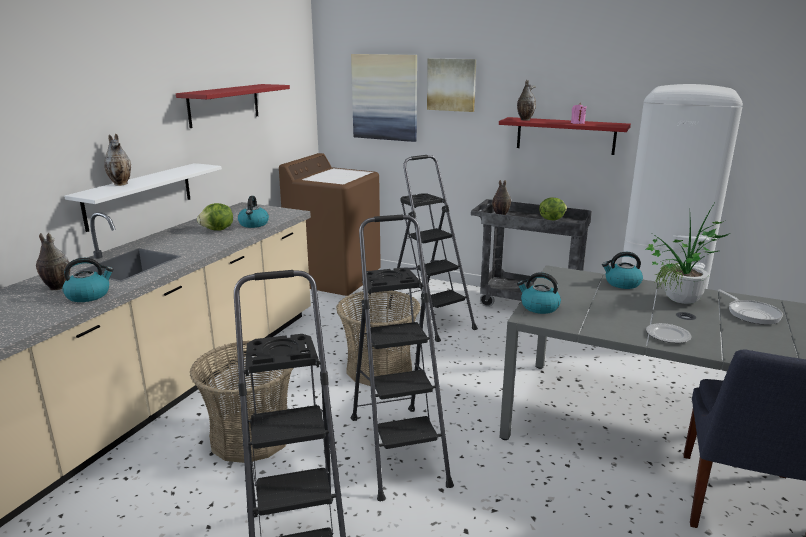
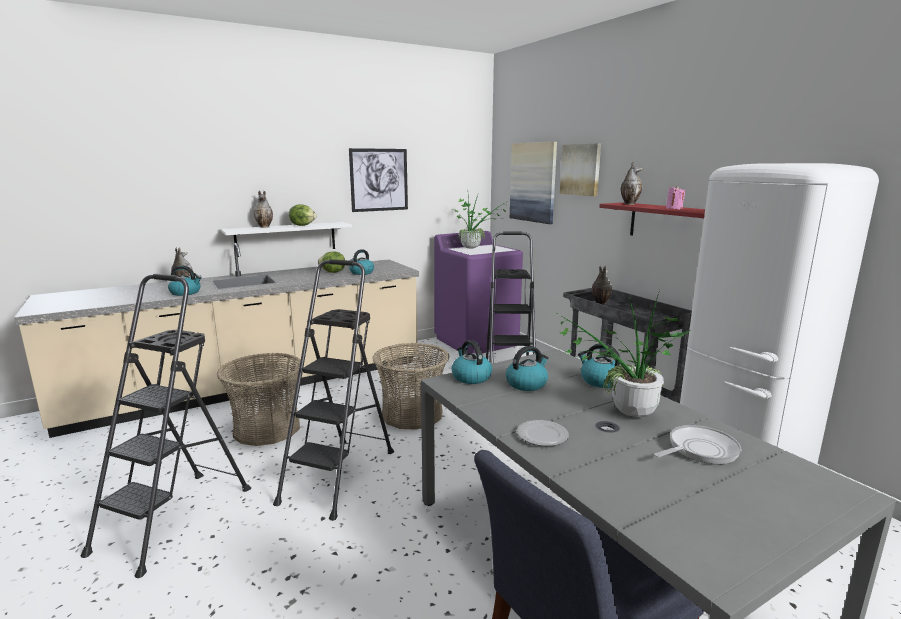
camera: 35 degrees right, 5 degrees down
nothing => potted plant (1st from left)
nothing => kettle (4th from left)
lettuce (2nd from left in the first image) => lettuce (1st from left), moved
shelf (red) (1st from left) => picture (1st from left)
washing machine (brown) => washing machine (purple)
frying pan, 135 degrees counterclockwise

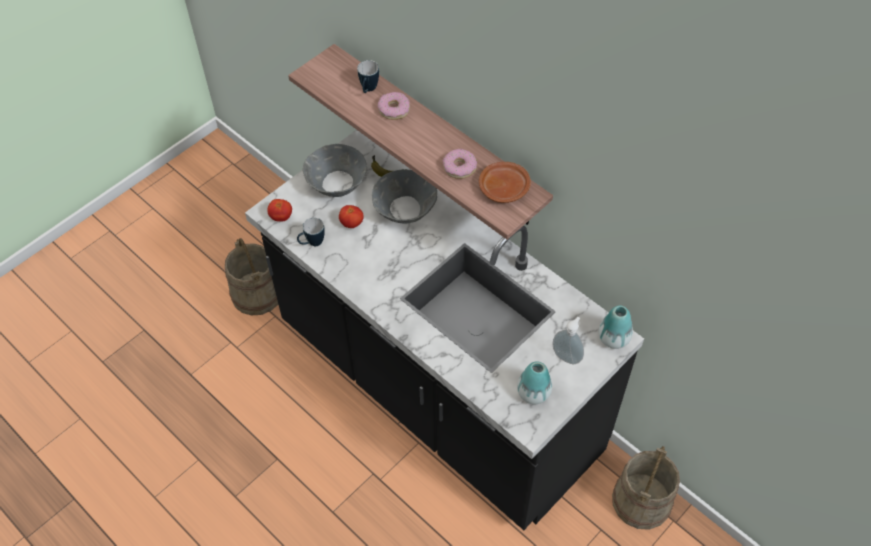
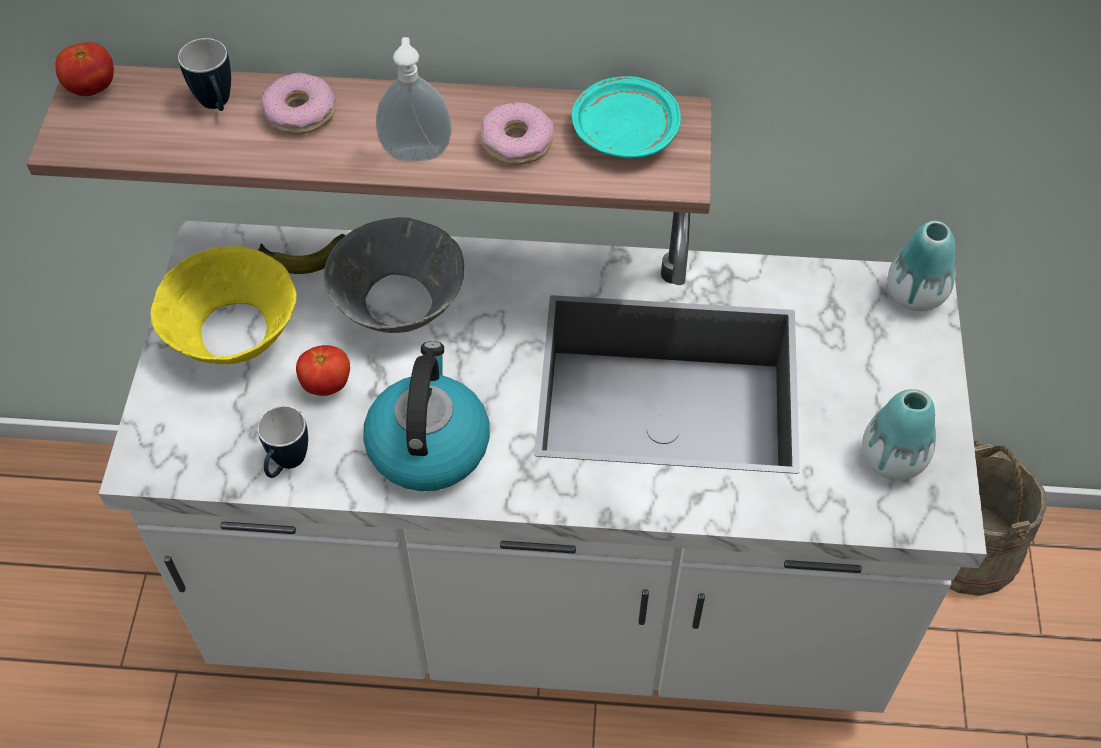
camera: 40 degrees left, 0 degrees up
bucket (beige) (1st from left) => nothing
nothing => kettle
tomato (1st from left), moved
soap dispenser, moved
counter (black) => counter (white)
bowl (grey) (1st from left) => bowl (yellow)
plate (brown) => plate (turquoise)

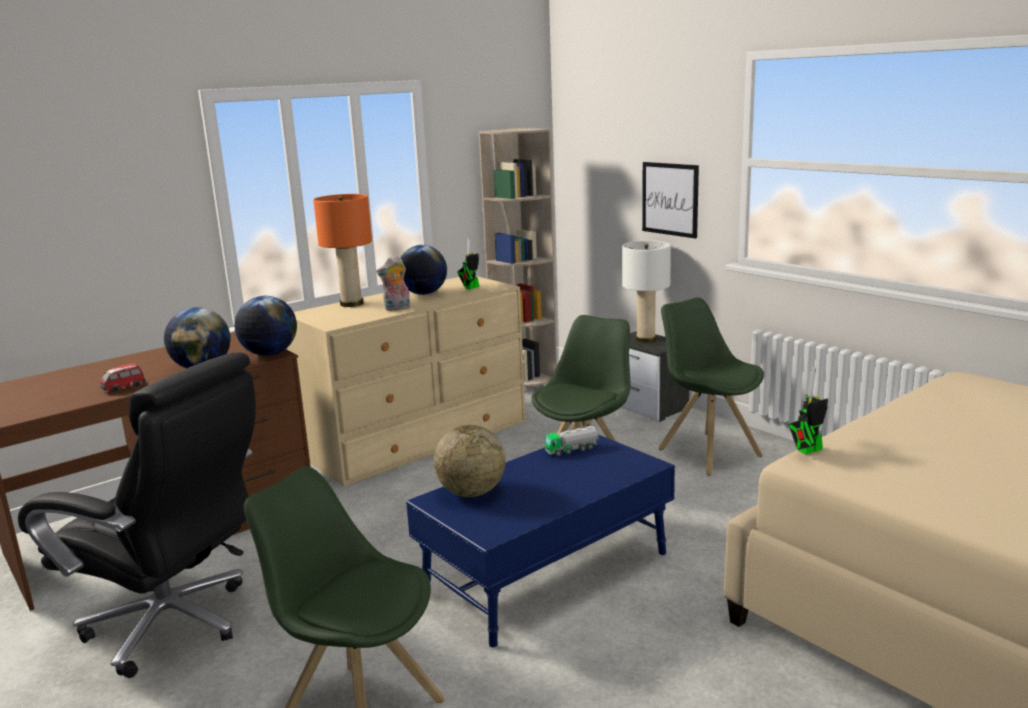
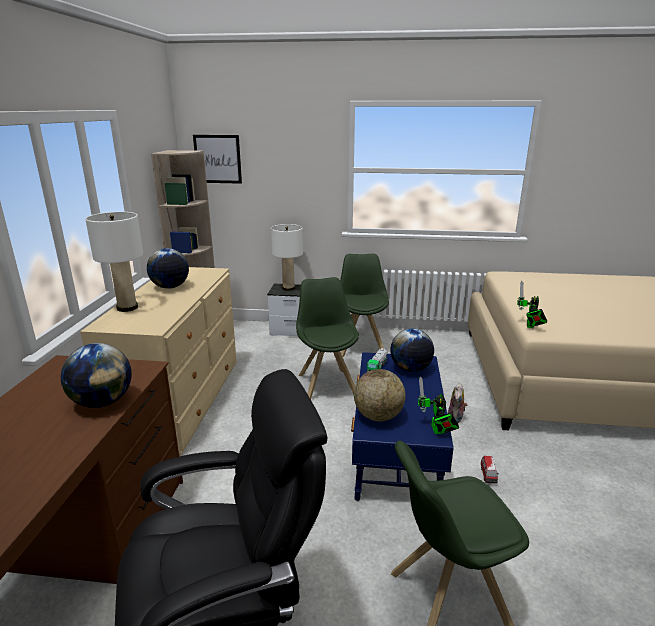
camera: 45 degrees left, 5 degrees up
toy car, moved
globe (2nd from left in the first image) => globe (4th from left), moved
plush toy, moved
toy robot (1st from left), moved
picture, moved
table lamp (orange) => table lamp (white) (1st from left)
chair (green) (3rd from left in the first image) => chair (green) (2nd from left), 75 degrees clockwise

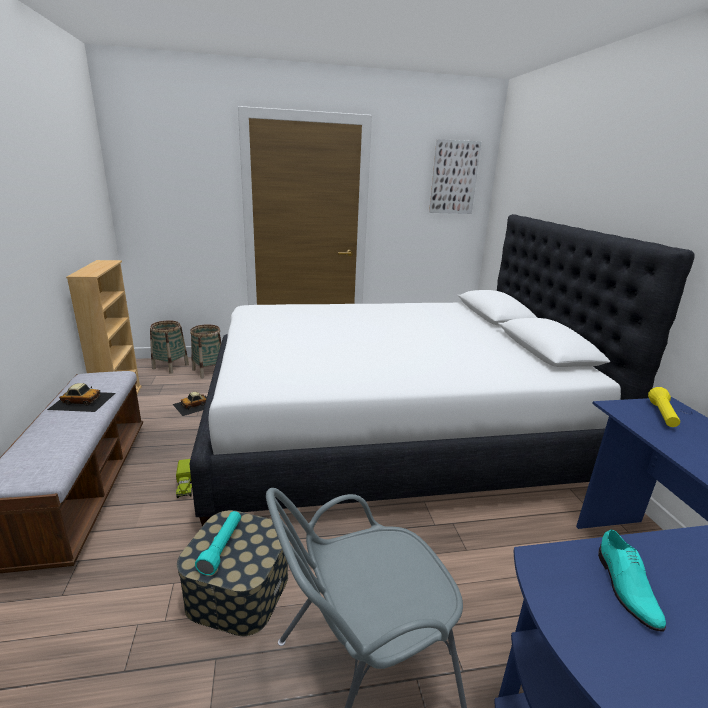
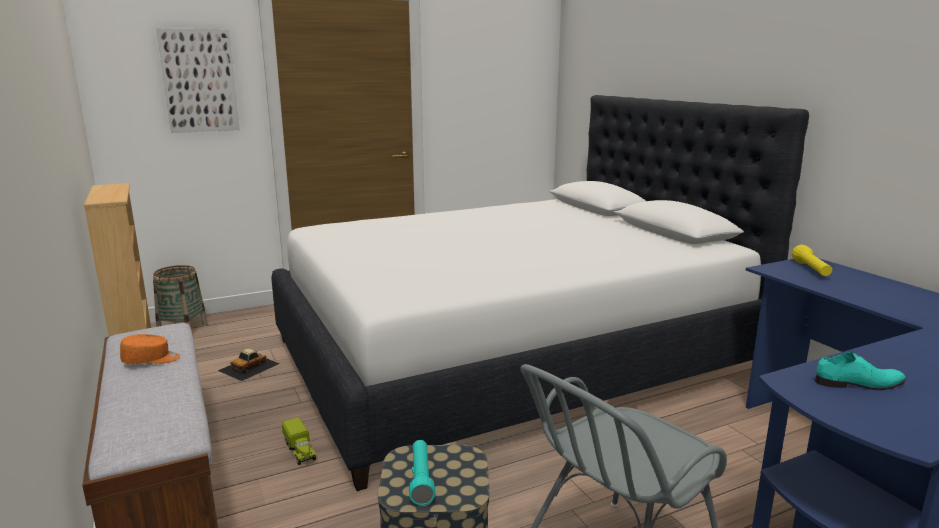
camera: 15 degrees left, 5 degrees down
basket (2nd from left) => nothing
picture, moved
toy car (1st from left) => cap (orange)
shoe (turquoise), 75 degrees counterclockwise

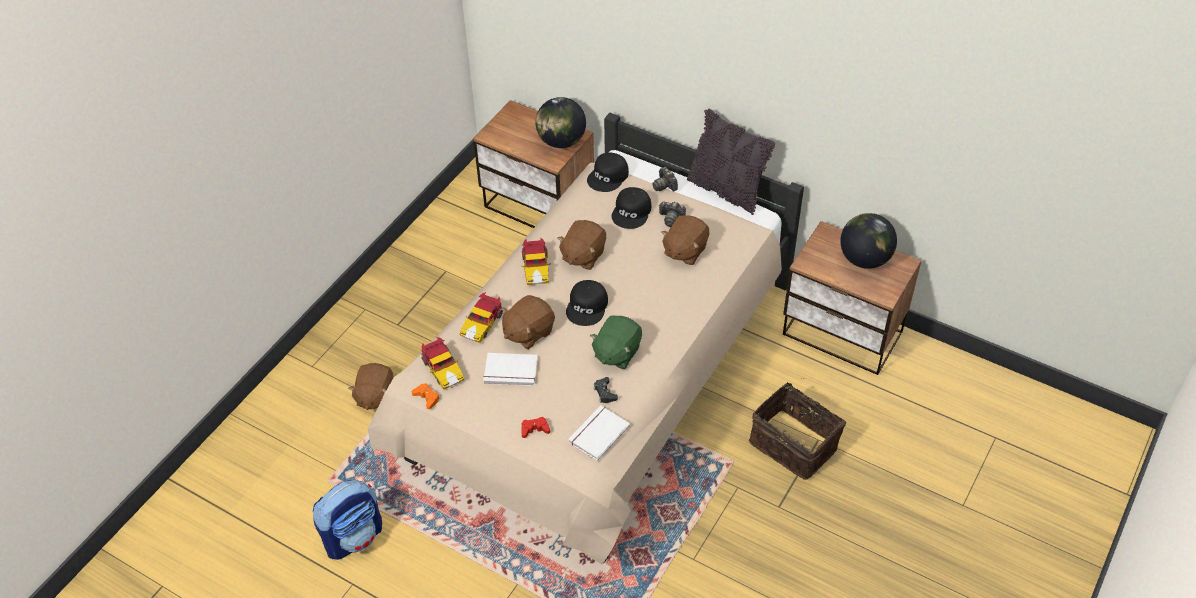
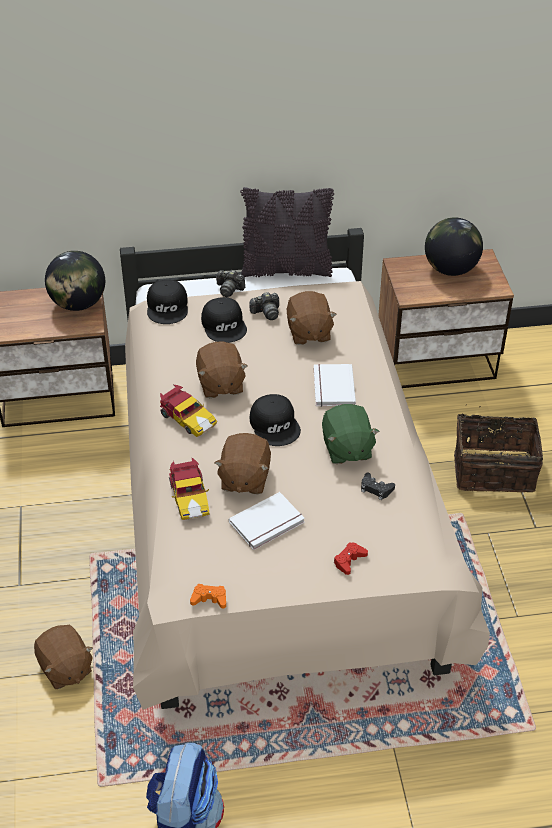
camera: 40 degrees left, 5 degrees down
toy car (1st from left) => nothing
book (white) (2nd from left), moved

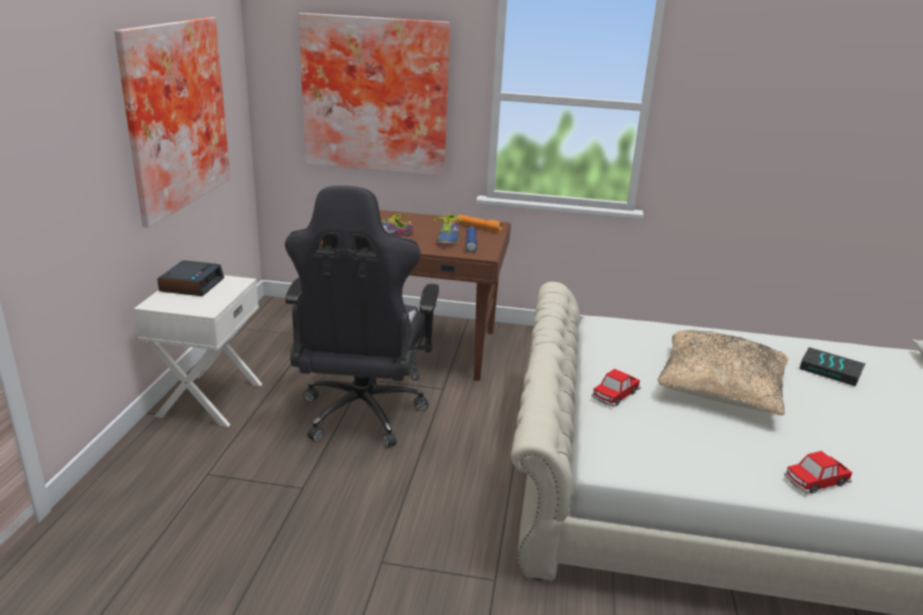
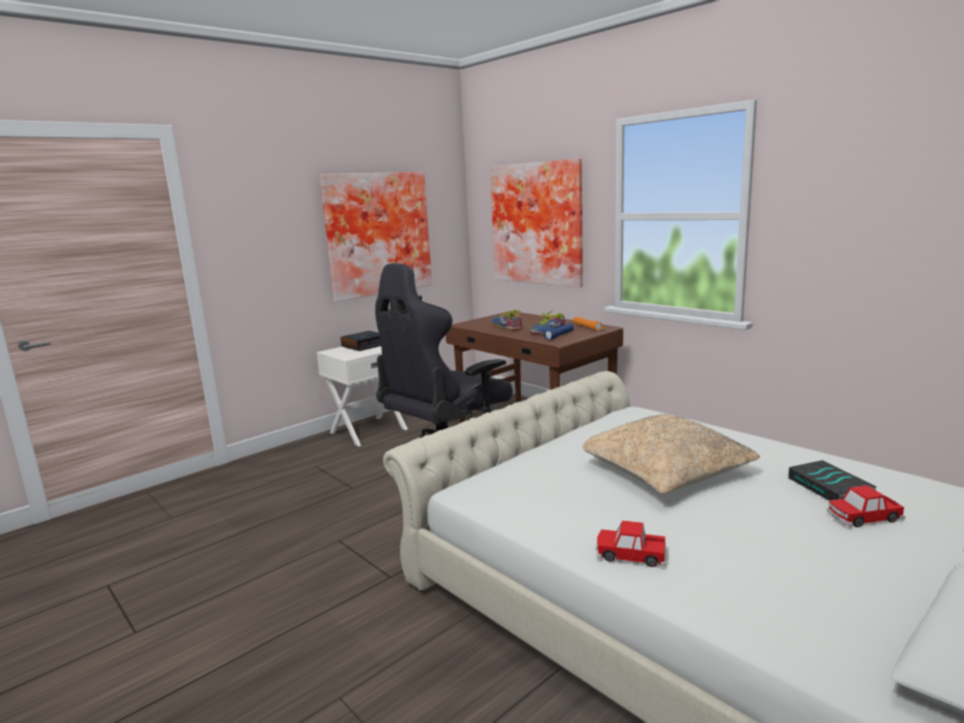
camera: 40 degrees right, 10 degrees down
toy car (1st from left in the first image) => toy car (2nd from left), moved

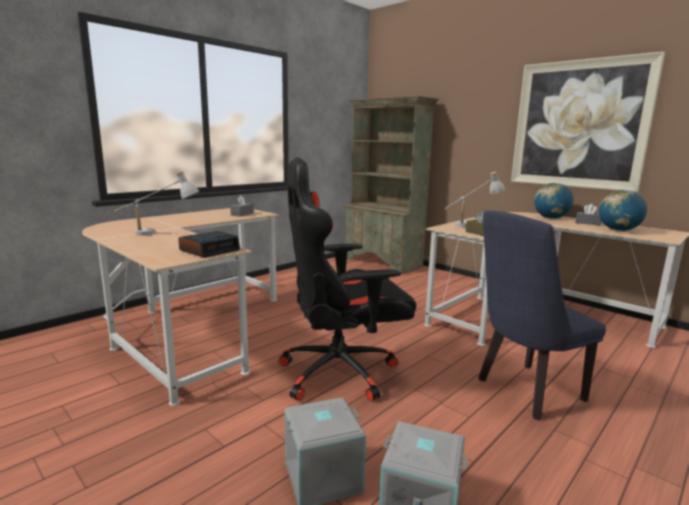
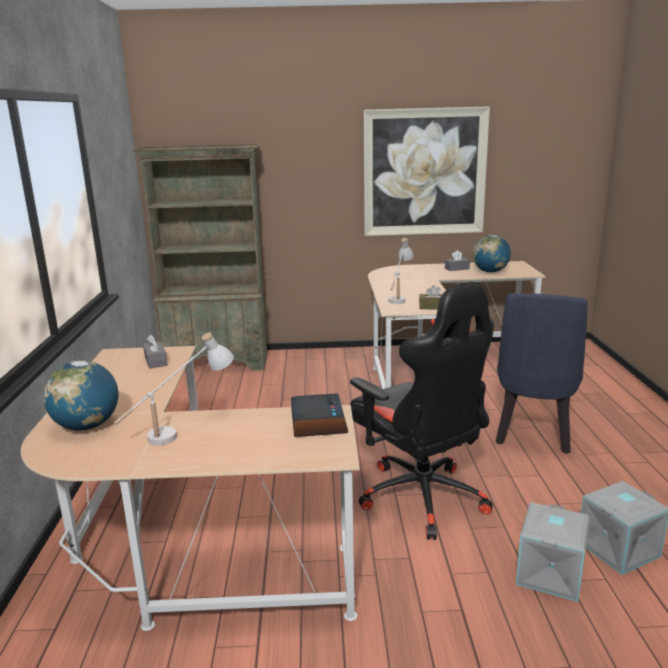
camera: 45 degrees left, 5 degrees up
globe (1st from left), moved
office chair (black), 60 degrees counterclockwise

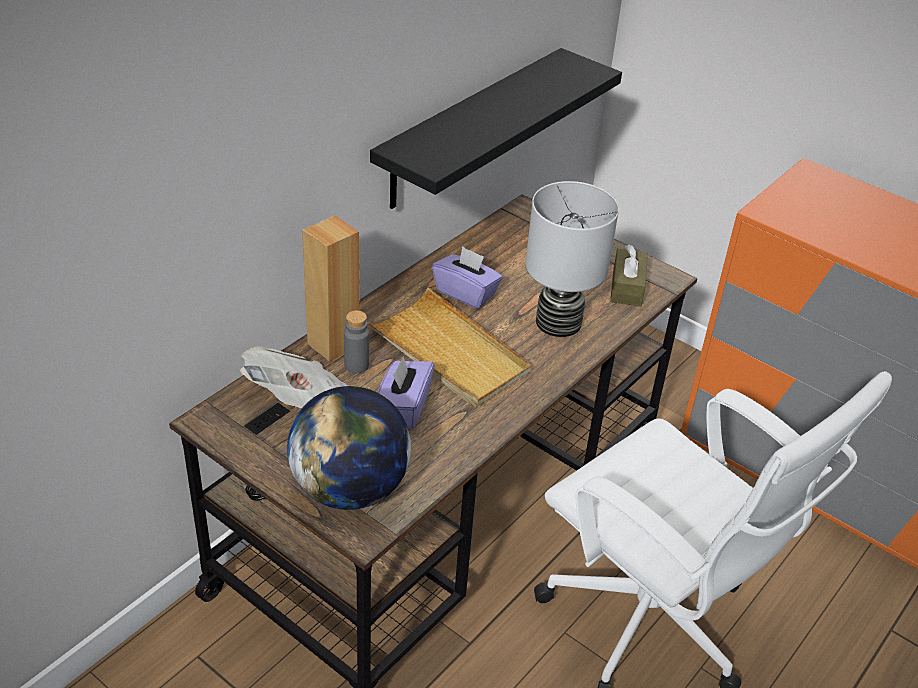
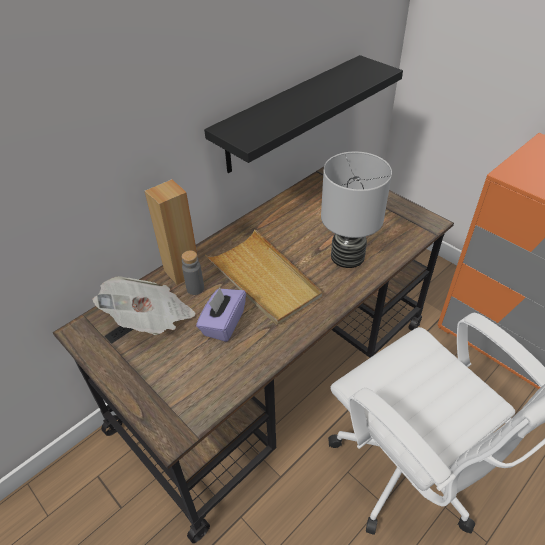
camera: 10 degrees right, 5 degrees up
globe => nothing
tissue box (purple) (2nd from left) => nothing
tissue box (brown) => nothing

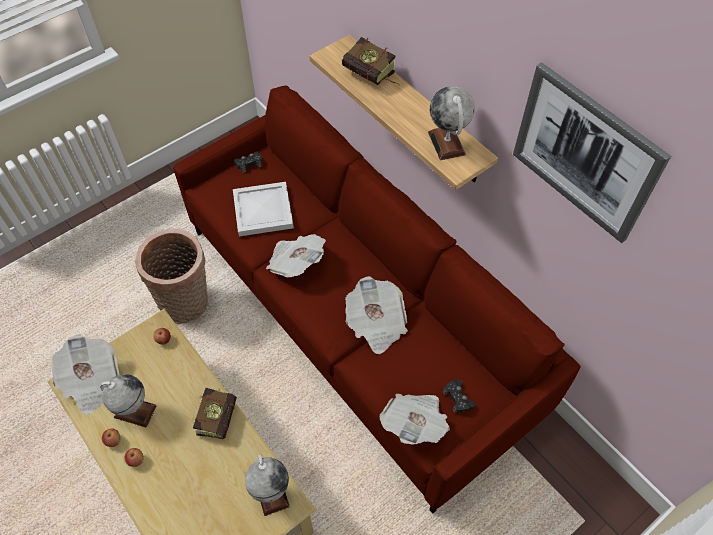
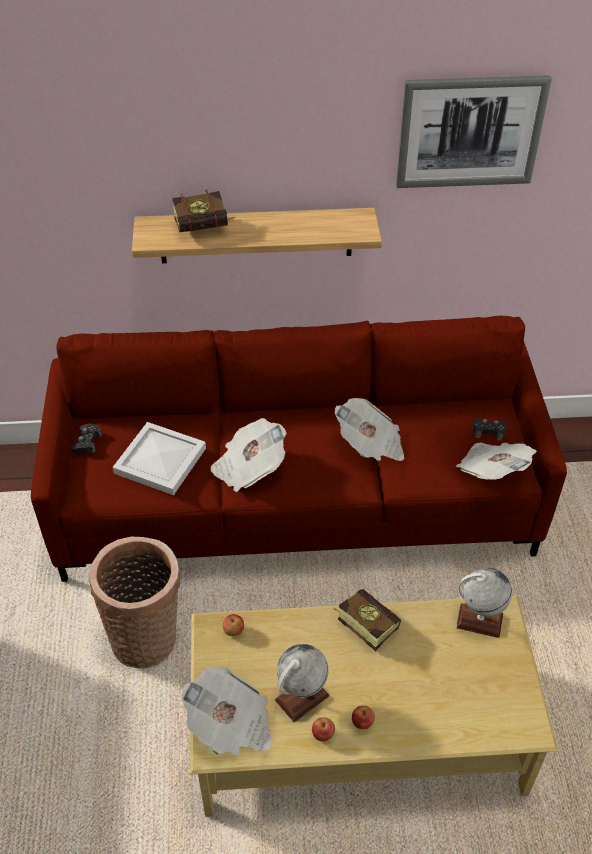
camera: 55 degrees left, 10 degrees down
globe (3rd from left) => nothing

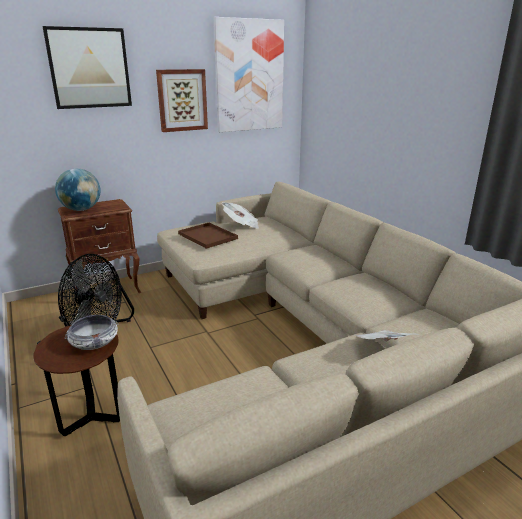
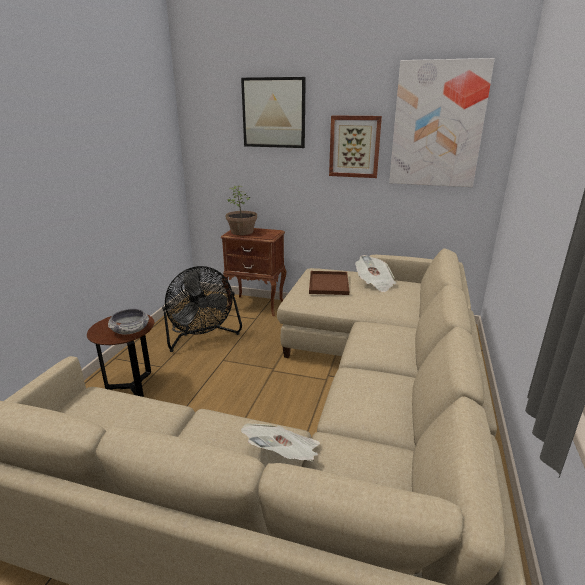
camera: 45 degrees right, 0 degrees up
globe => potted plant

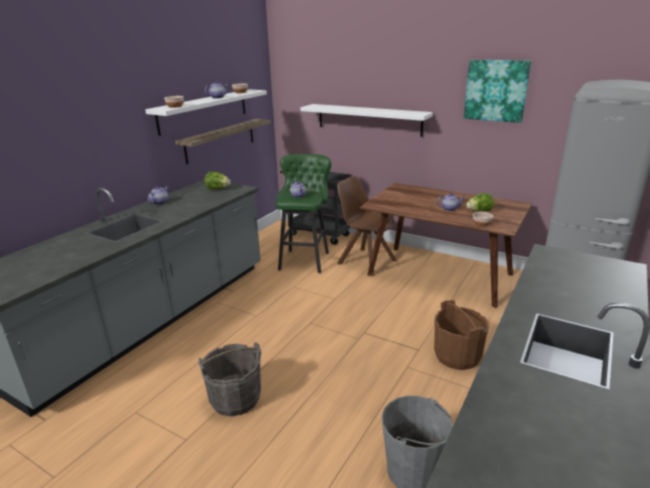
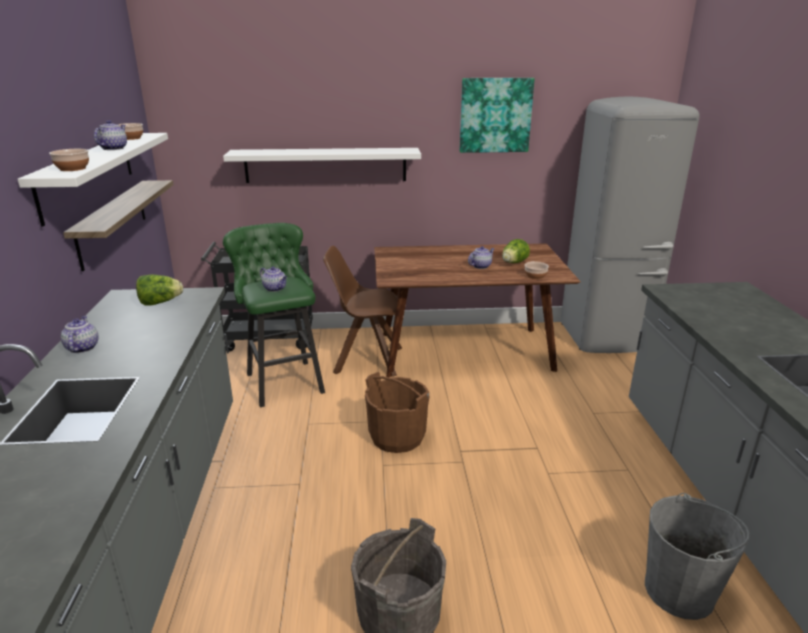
camera: 35 degrees left, 0 degrees up
bucket (brown), moved

